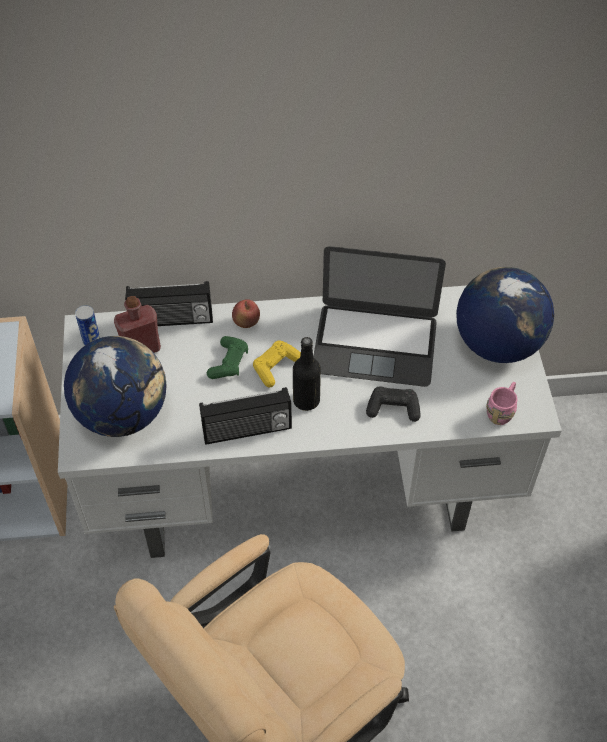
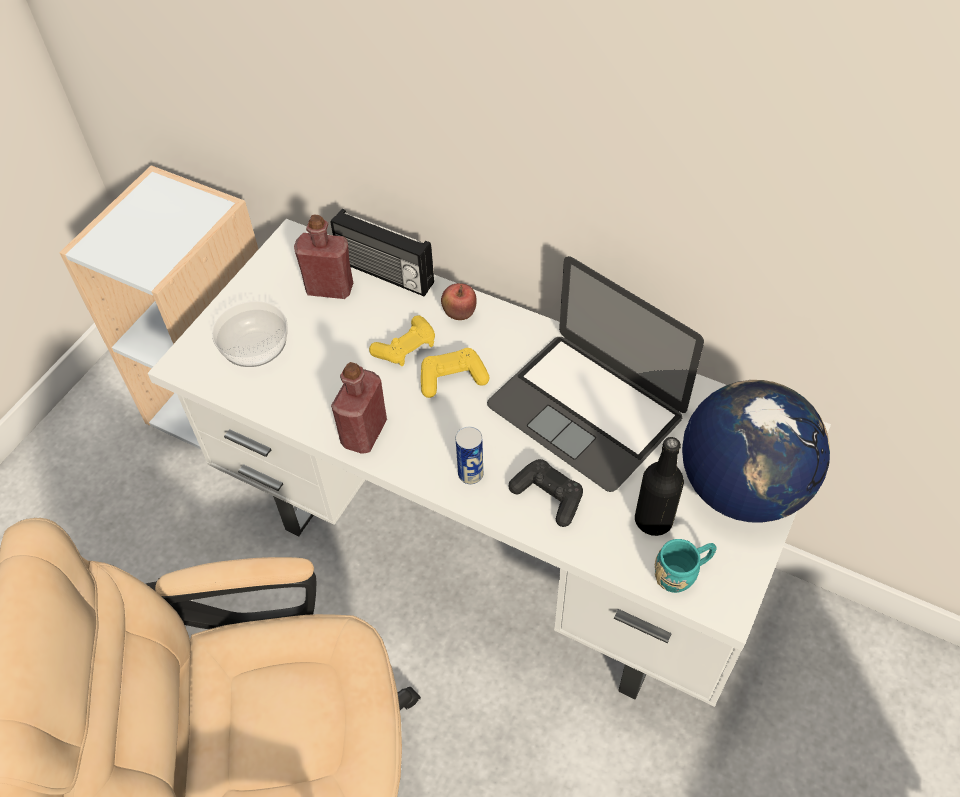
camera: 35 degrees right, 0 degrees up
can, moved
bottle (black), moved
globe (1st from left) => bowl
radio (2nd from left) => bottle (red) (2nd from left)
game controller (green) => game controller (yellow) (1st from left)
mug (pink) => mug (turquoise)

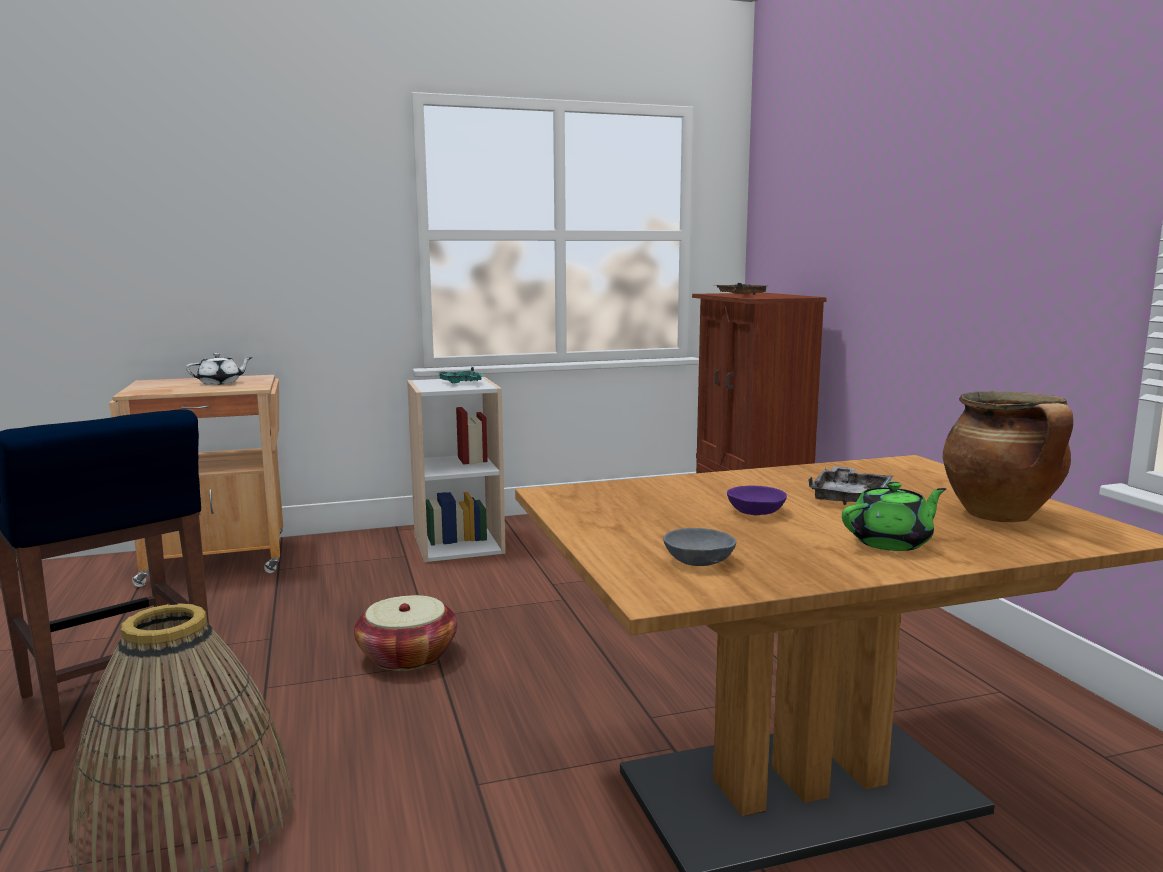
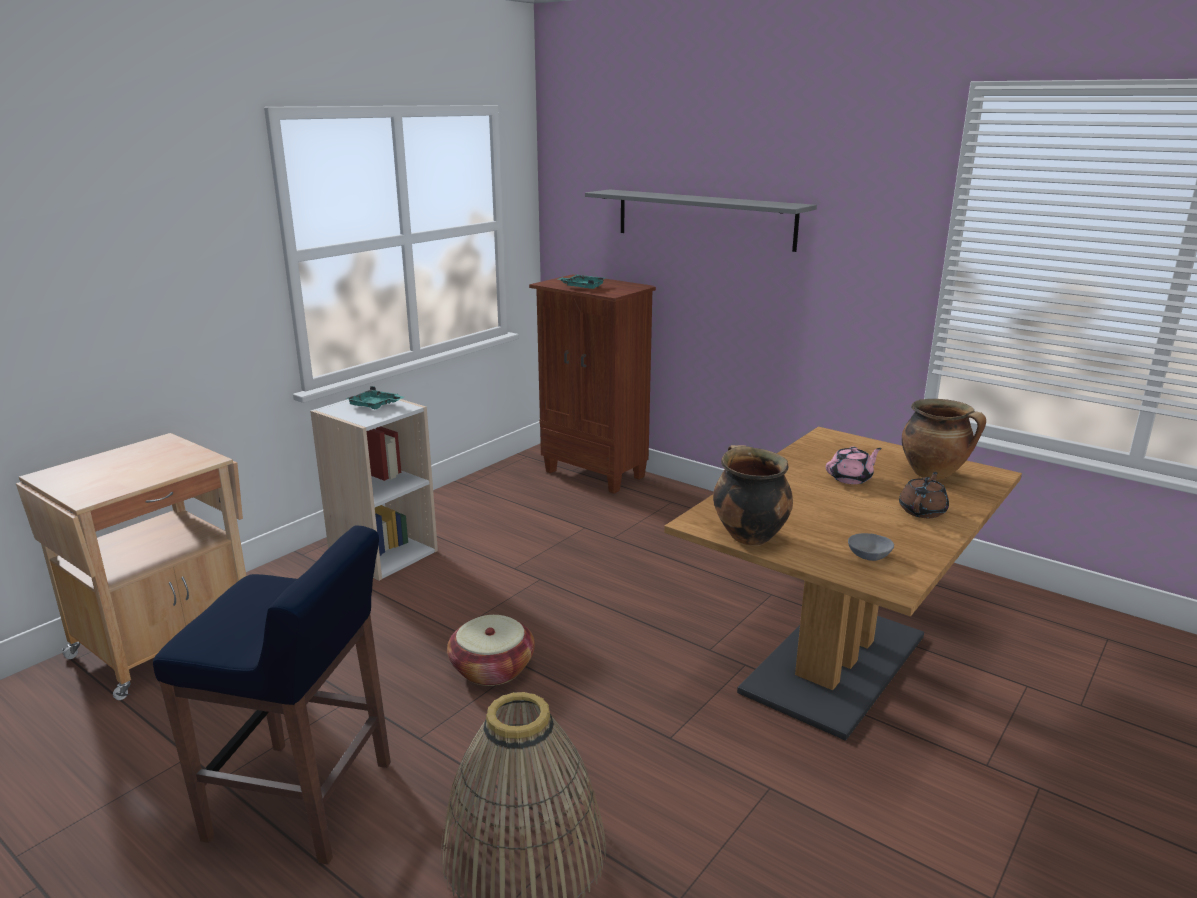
camera: 35 degrees left, 10 degrees up
teapot (white) => nothing
bowl (purple) => nothing
nothing => shelf (grey)
nothing => cooking pot (1st from left)
tray (grey) => teapot (pink)
tray (brown) => tray (turquoise) (2nd from left)
teapot (green) => teapot (brown)

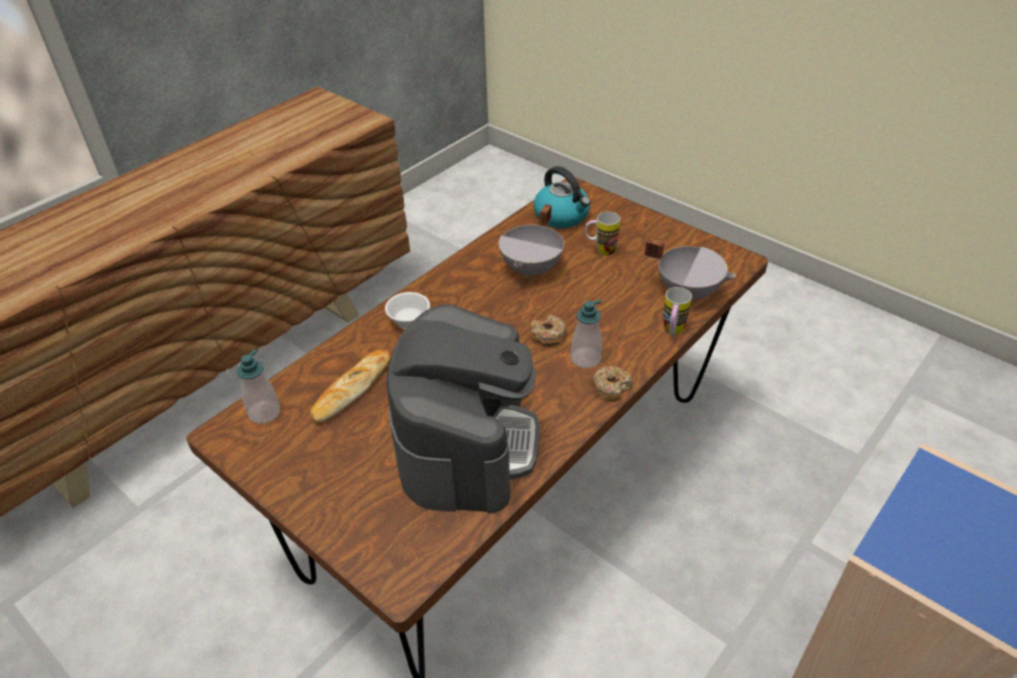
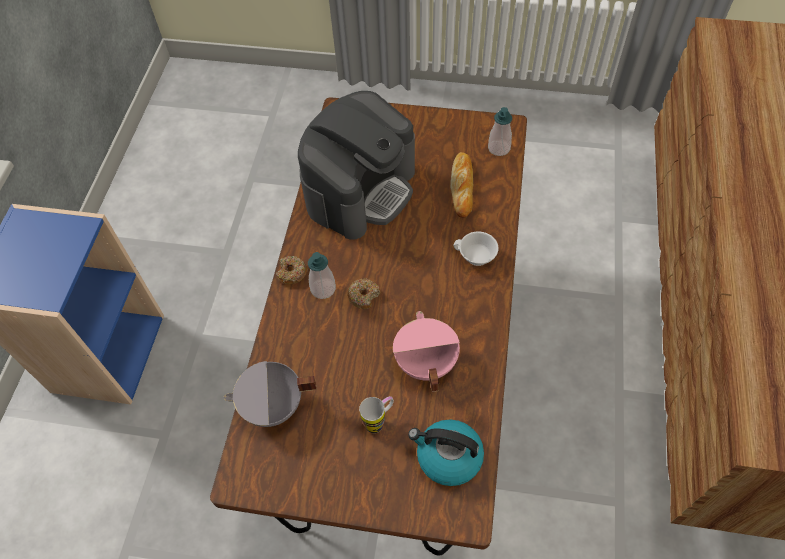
camera: 150 degrees right, 15 degrees up
mug (2nd from left) => nothing
cooking pot (grey) (1st from left) => cooking pot (pink)
coffee machine, 120 degrees counterclockwise

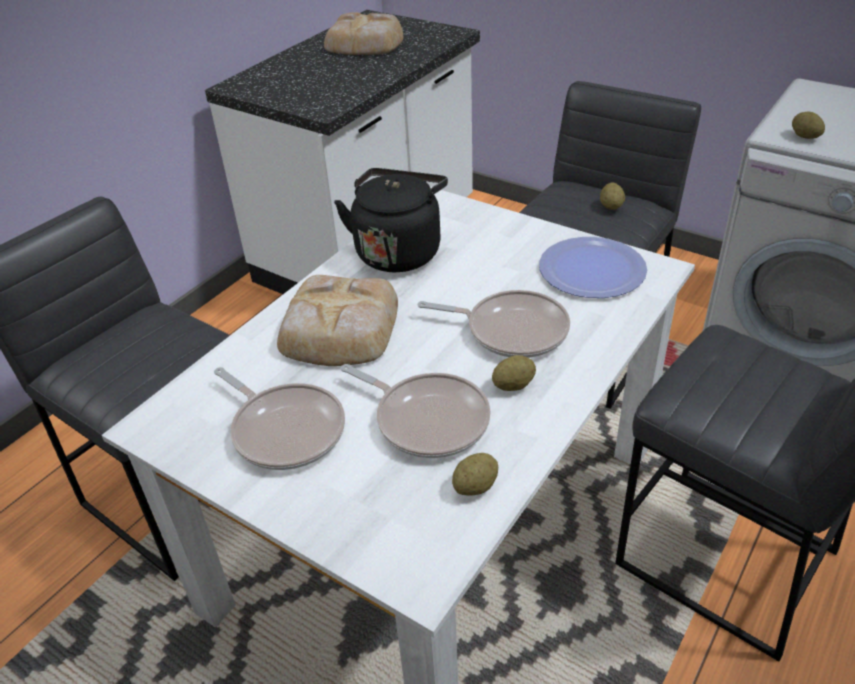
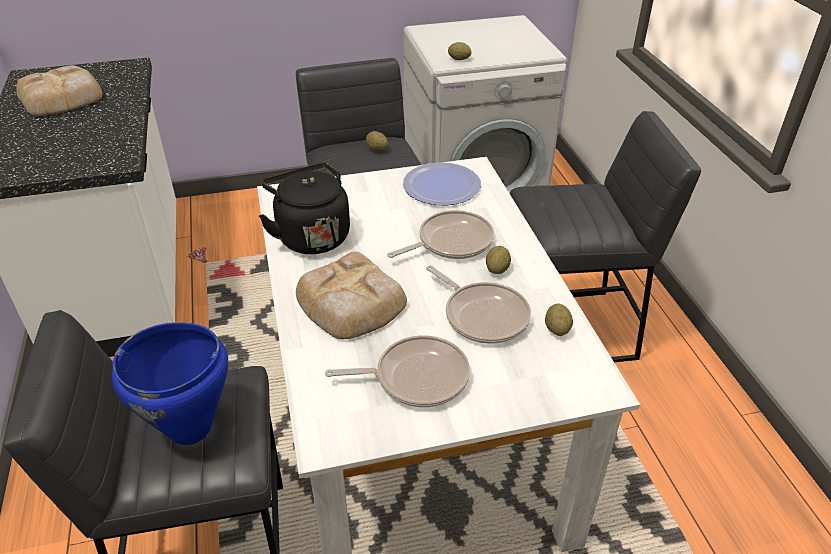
camera: 50 degrees left, 0 degrees up
nothing => cooking pot (blue)
frying pan (2nd from left in the first image) => frying pan (3rd from left), 60 degrees clockwise

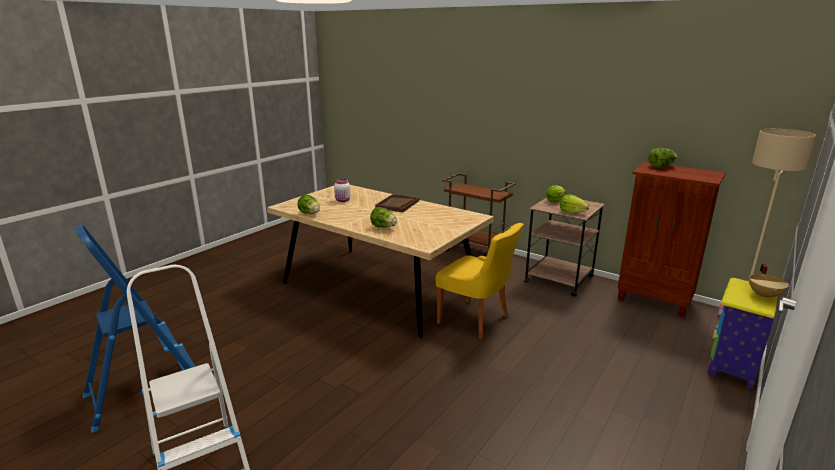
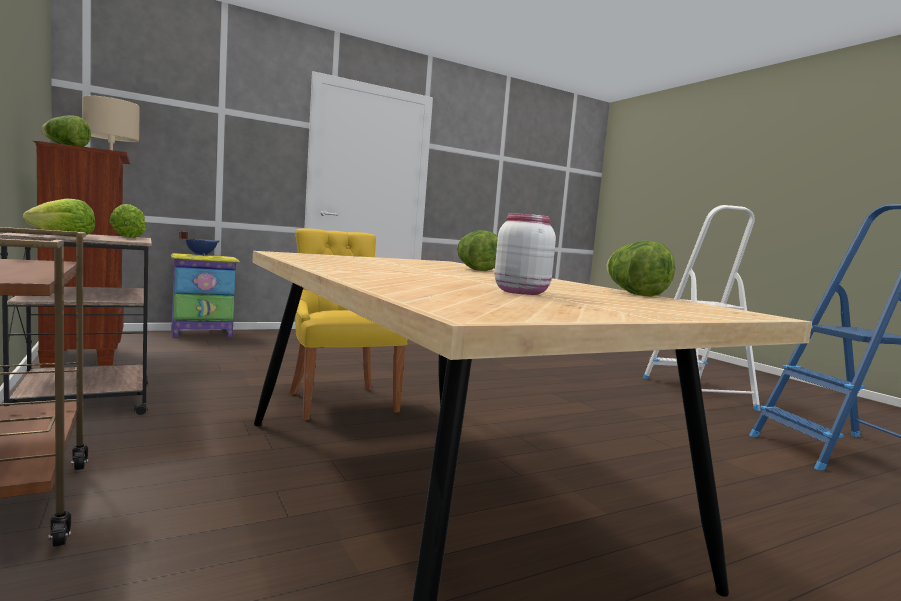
camera: 155 degrees left, 15 degrees down
tray (brown) => nothing
cooking pot (beige) => cooking pot (blue)

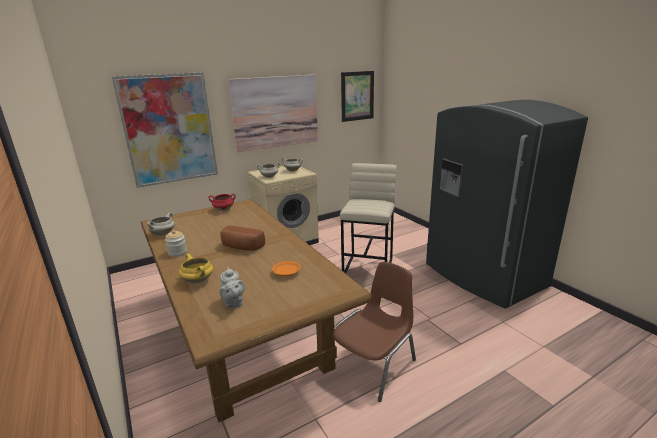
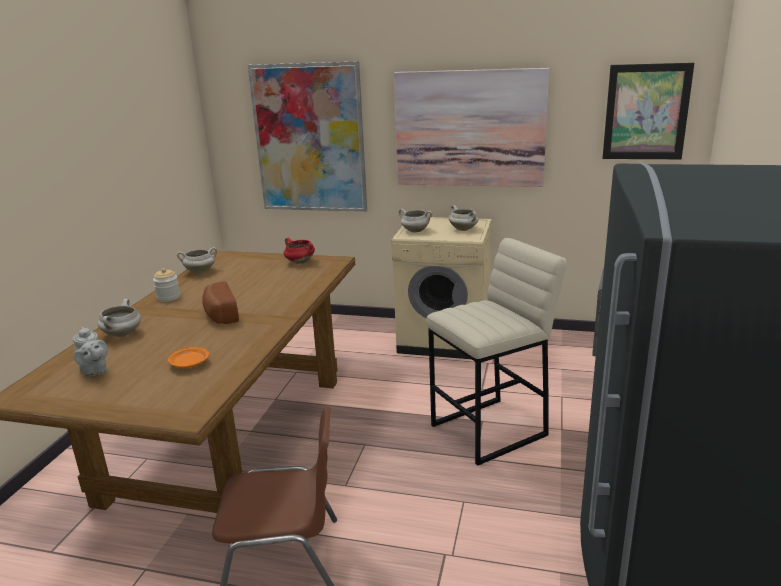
camera: 45 degrees right, 0 degrees up
cooking pot (yellow) => cooking pot (white) (1st from left)
teapot (grey), 60 degrees counterclockwise

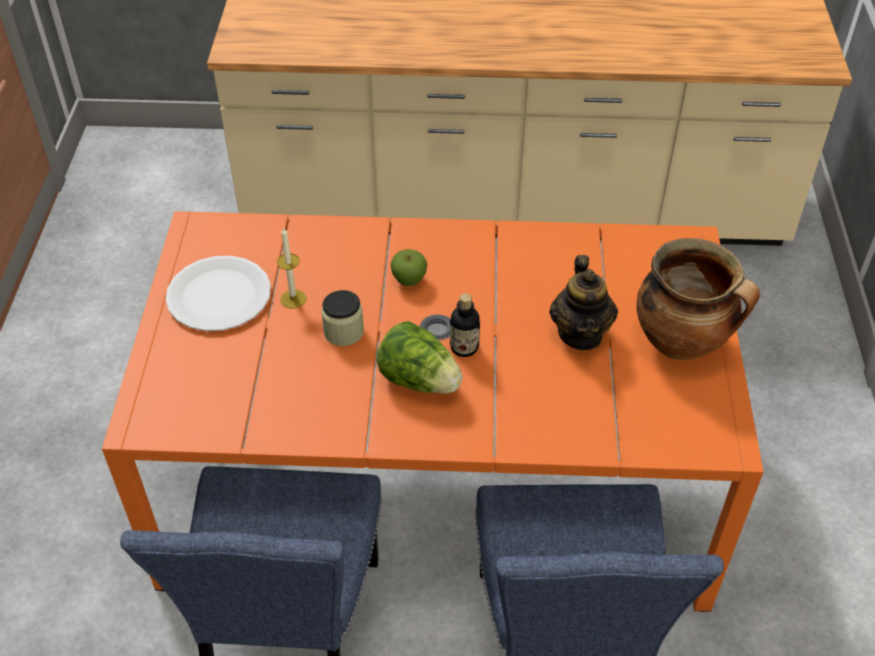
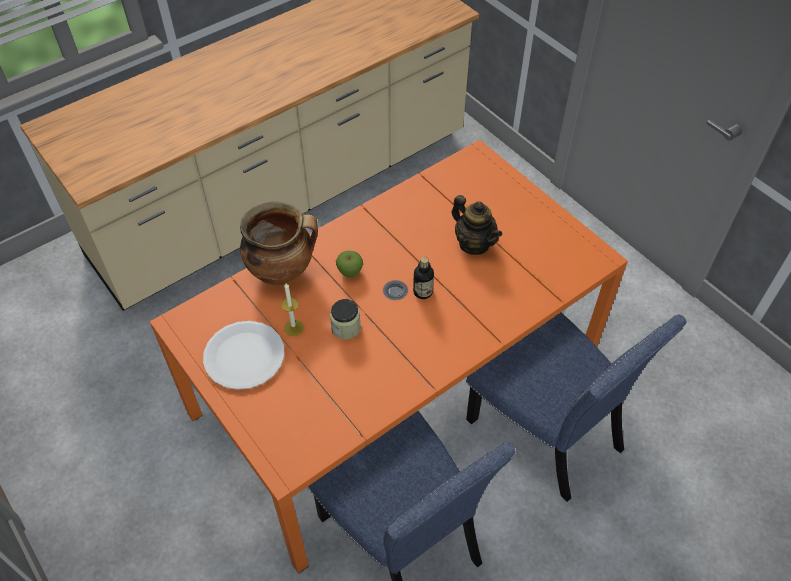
camera: 40 degrees left, 5 degrees up
lettuce => nothing
cooking pot, moved

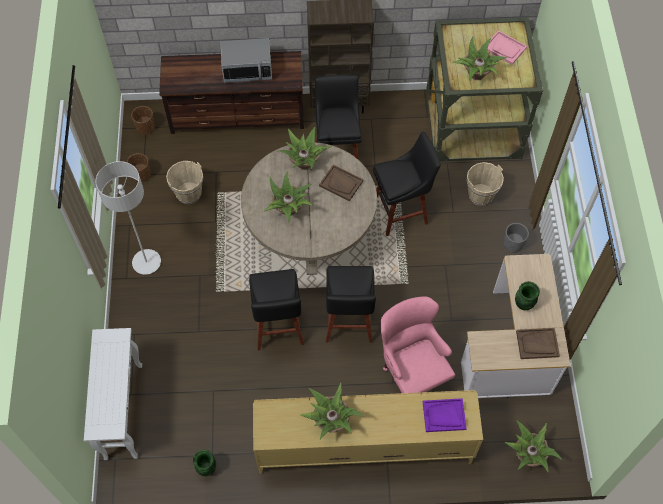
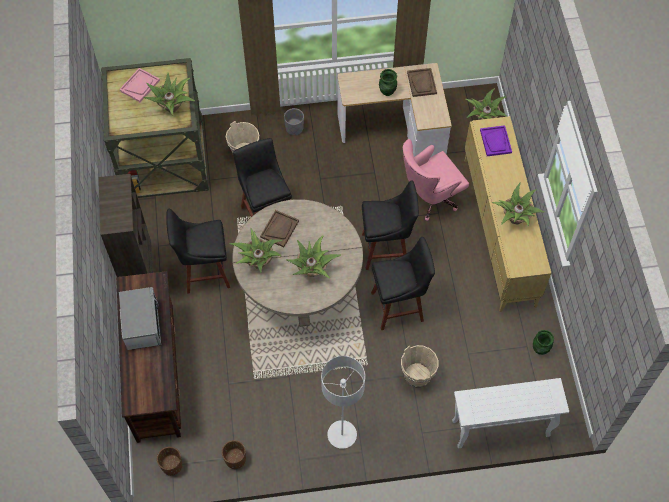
camera: 95 degrees left, 0 degrees up
bucket (beige) (1st from left in the first image) => bucket (beige) (2nd from left), moved

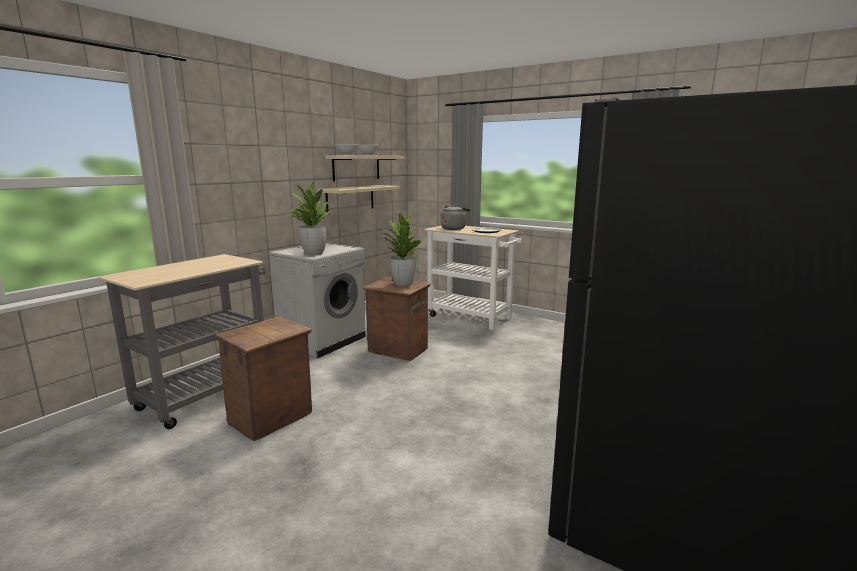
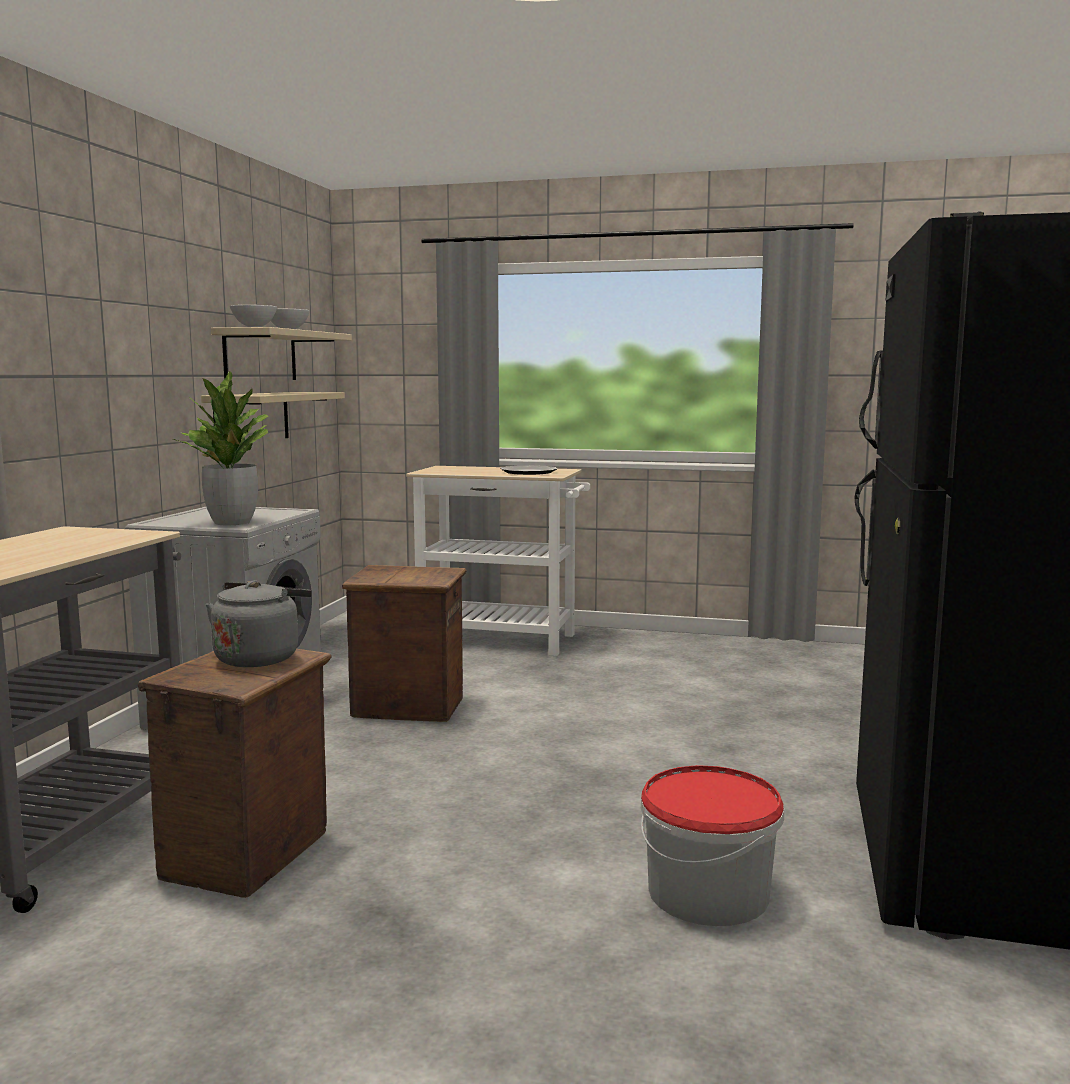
camera: 20 degrees left, 5 degrees down
potted plant (2nd from left) => nothing
nothing => bucket
kettle (grey), moved

